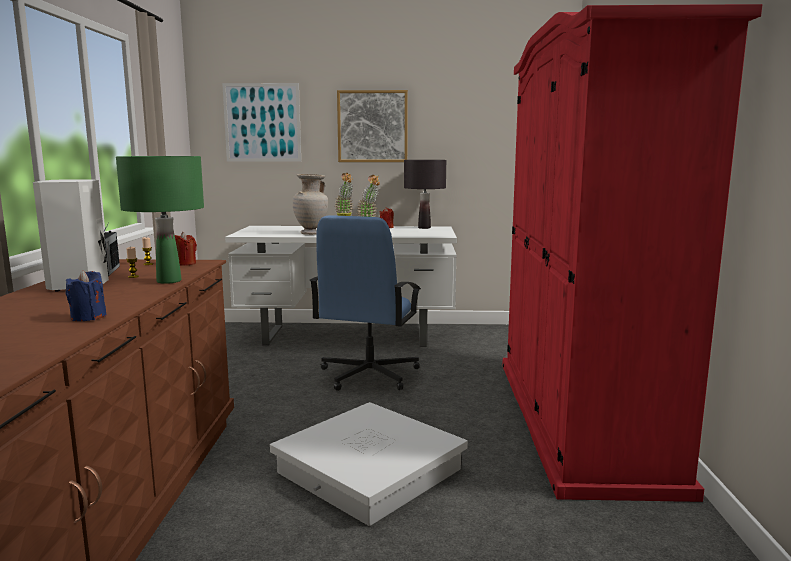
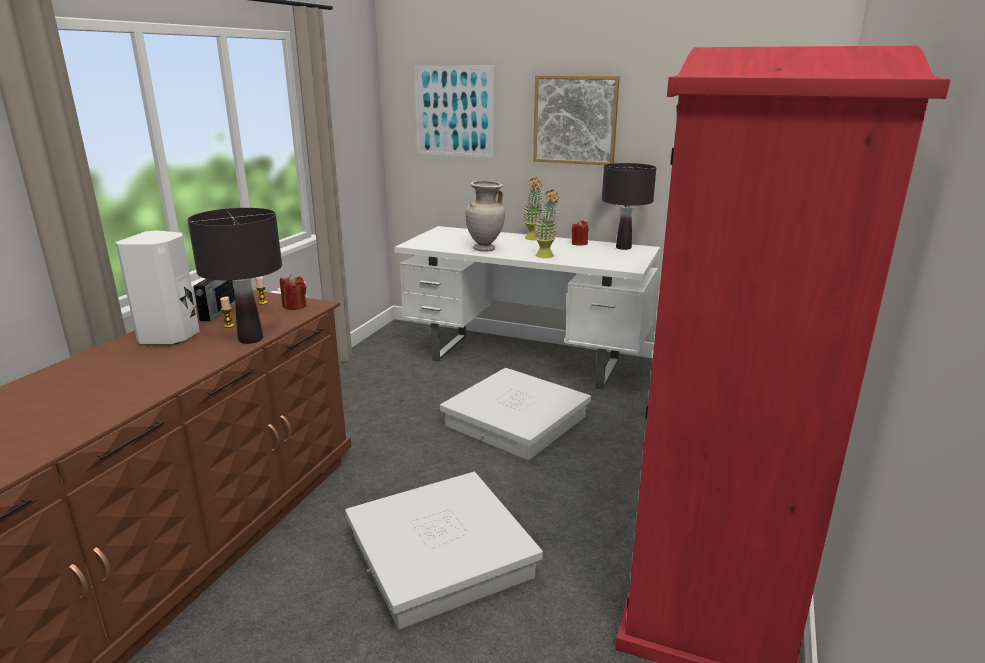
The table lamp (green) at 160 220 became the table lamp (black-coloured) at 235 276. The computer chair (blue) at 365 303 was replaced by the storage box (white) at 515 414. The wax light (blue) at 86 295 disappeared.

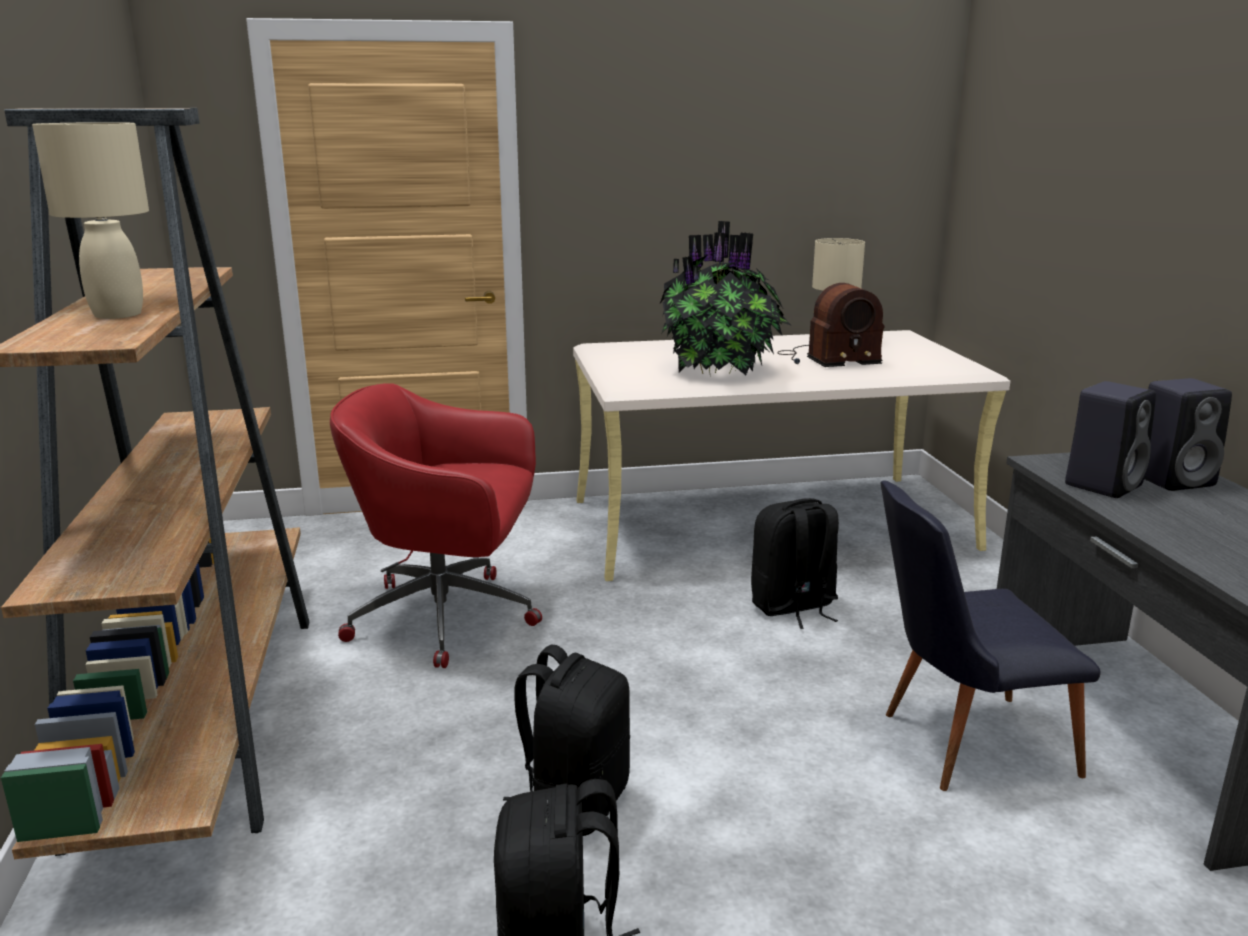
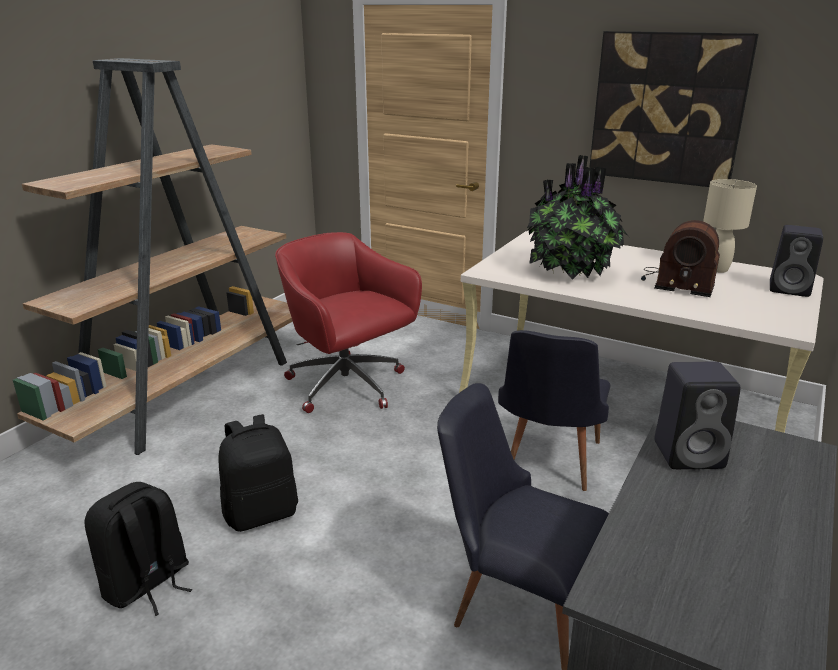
The backpack (black-coloured) at 795 563 was replaced by the upright chair (black-coloured) at 554 410. The wall art at 674 109 appeared. The audio speaker (black-coloured) moved from 1188 434 to 796 261. The table lamp (beige) at 90 220 disappeared.

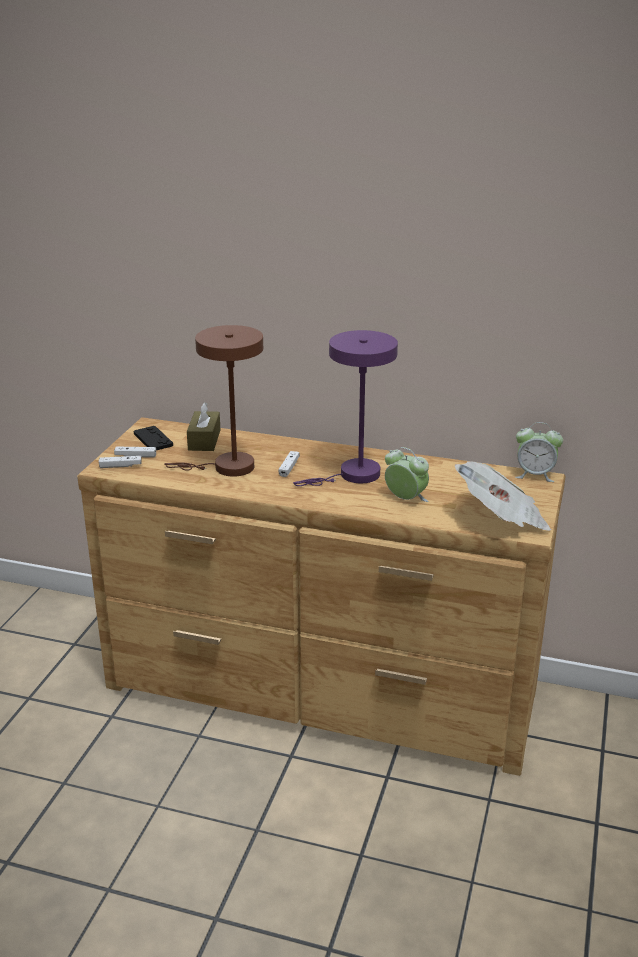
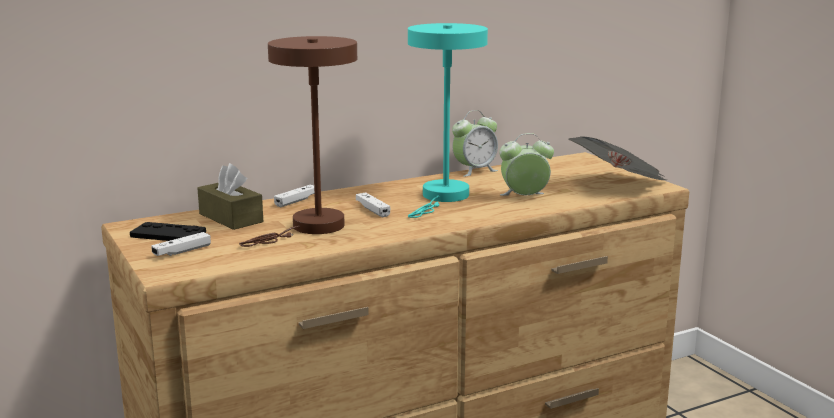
The gamepad (white) moved from 120 462 to 294 196. The table lamp (purple) at 345 408 became the table lamp (turquoise-coloured) at 448 120. The bedside clock moved from 539 452 to 475 143.

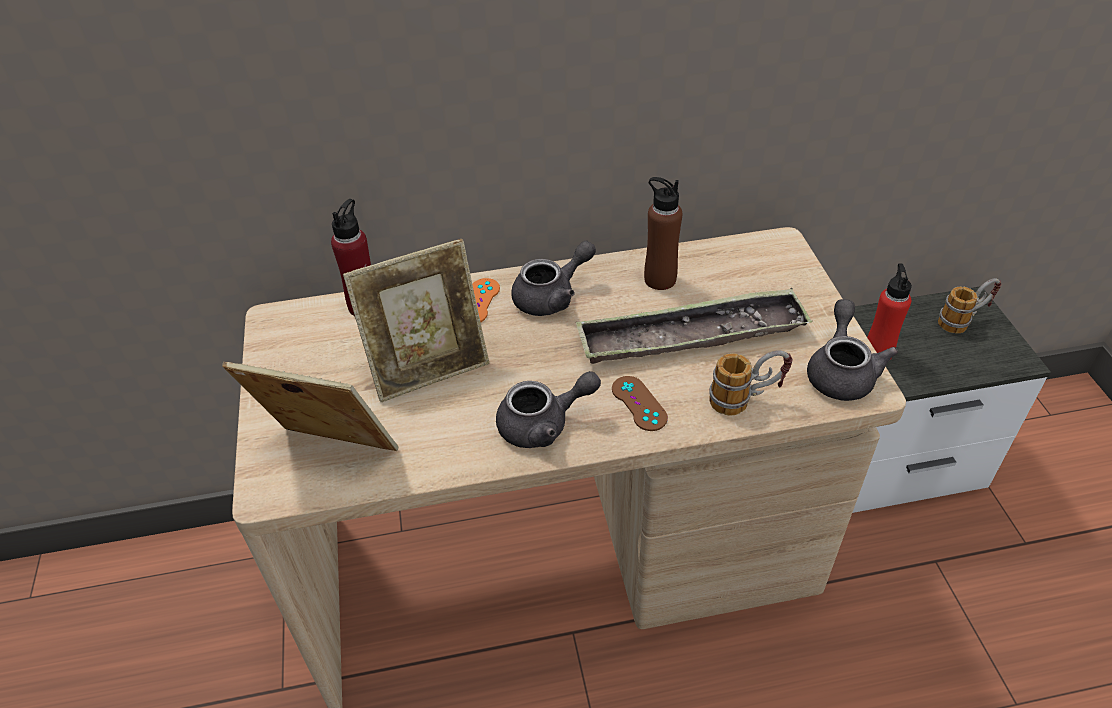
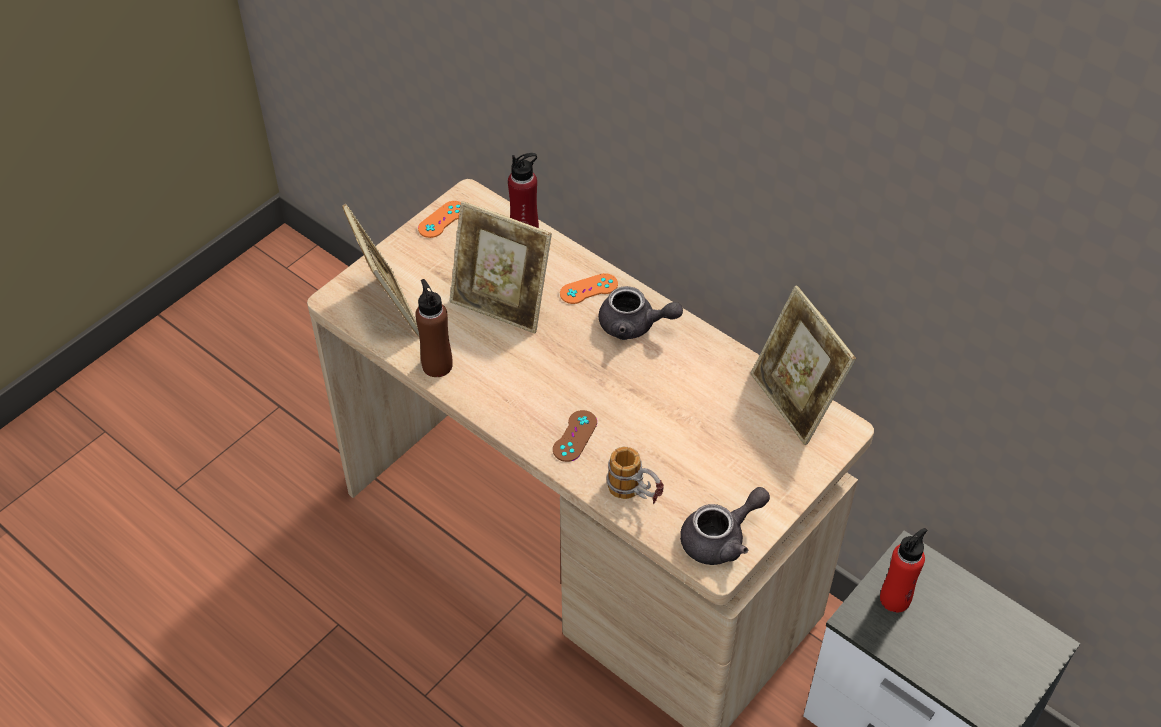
The beverage bottle (brown-coloured) moved from 663 233 to 434 328. The gamepad (orange-coloured) at 439 219 appeared. The photo frame at 803 365 appeared. The pot for tea (gray) at 548 409 disappeared. The serving tray at 694 326 disappeared. The mug at 969 306 disappeared.

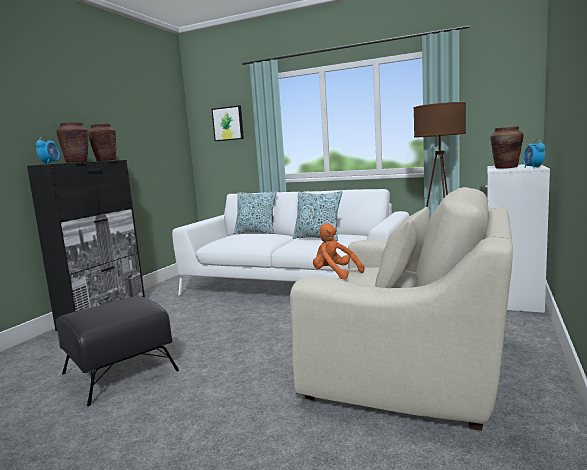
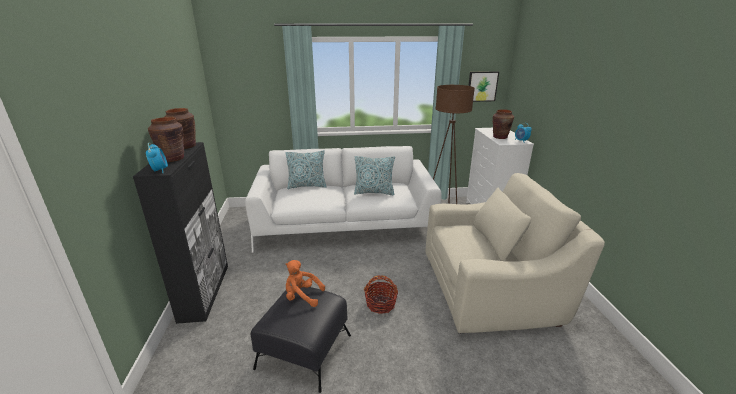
The soft toy (orange-coloured) moved from 338 251 to 305 283. The basket at 381 294 appeared. The wall art moved from 228 123 to 483 86.

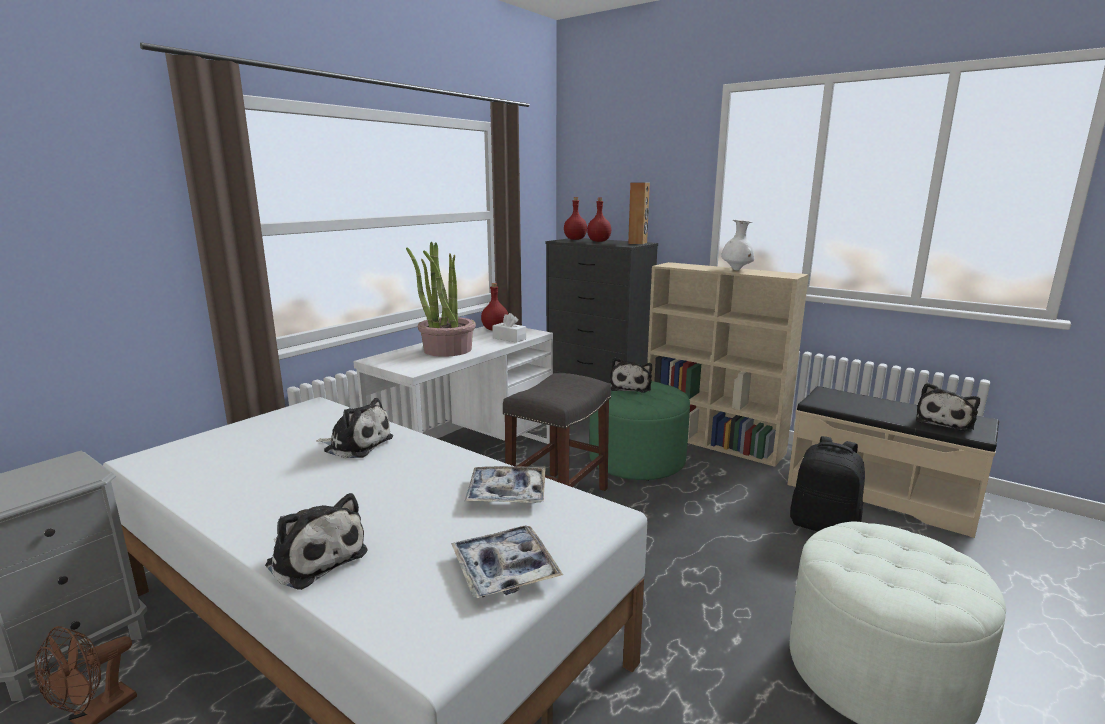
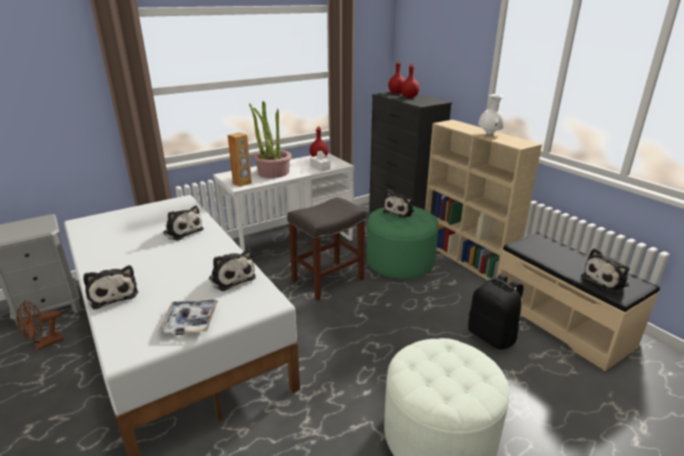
The serving tray at 505 484 was replaced by the soft toy at 232 270. The audio speaker (brown-coloured) moved from 639 213 to 240 160.

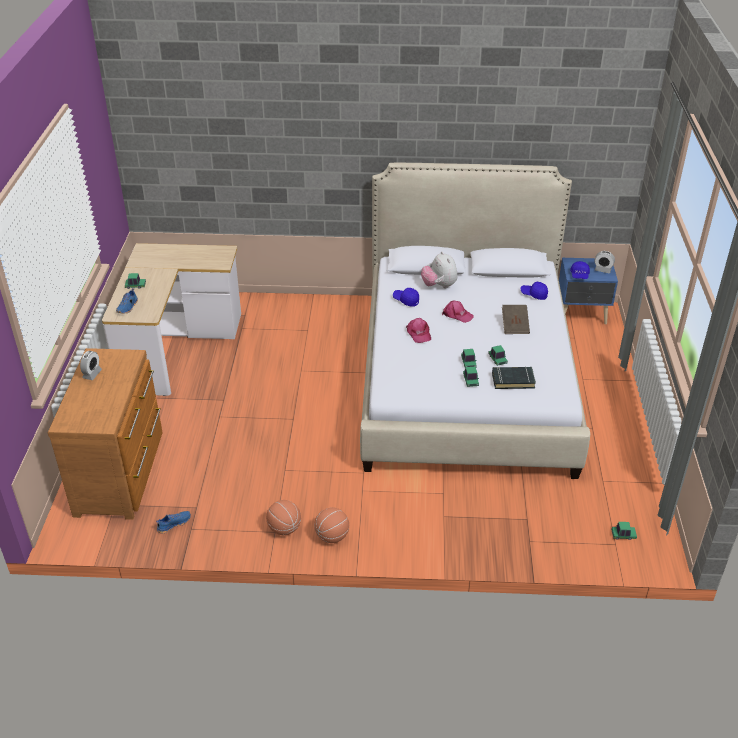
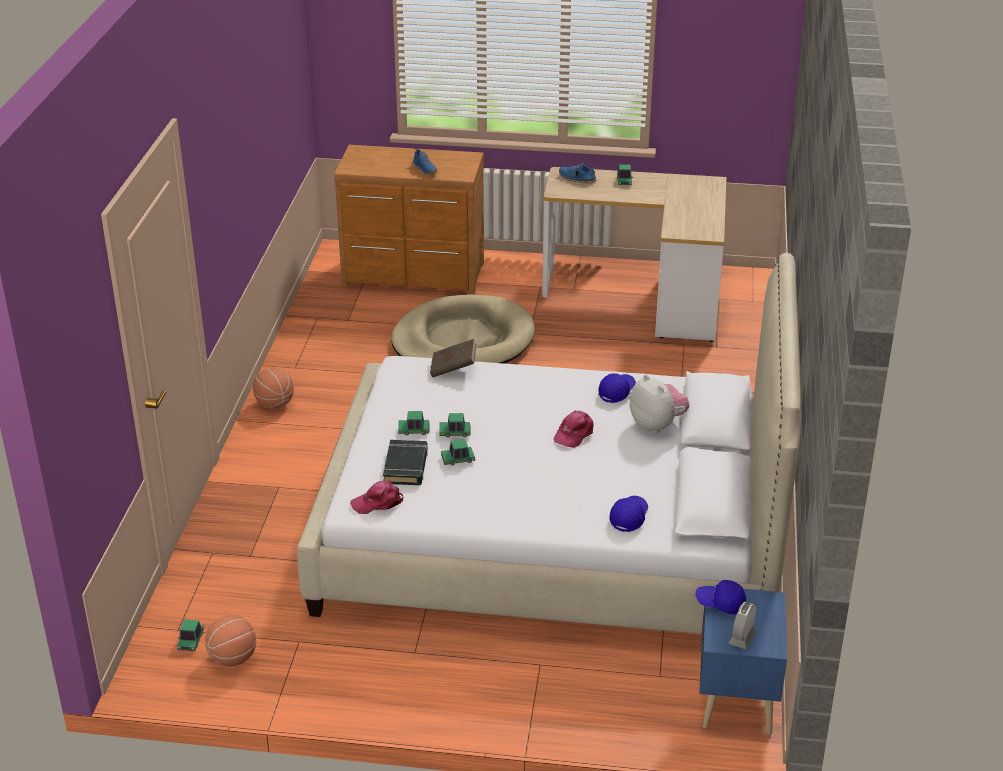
The basketball moved from 283 517 to 230 641. The peaked cap (pinkish) moved from 418 330 to 377 497. The dog bed (beige) at 463 329 appeared. The item of footwear (blue) moved from 173 522 to 424 161. The book (brown-coloured) moved from 516 319 to 453 358. The soft toy at 439 269 turned 75 degrees clockwise. The bedside clock at 91 365 disappeared.

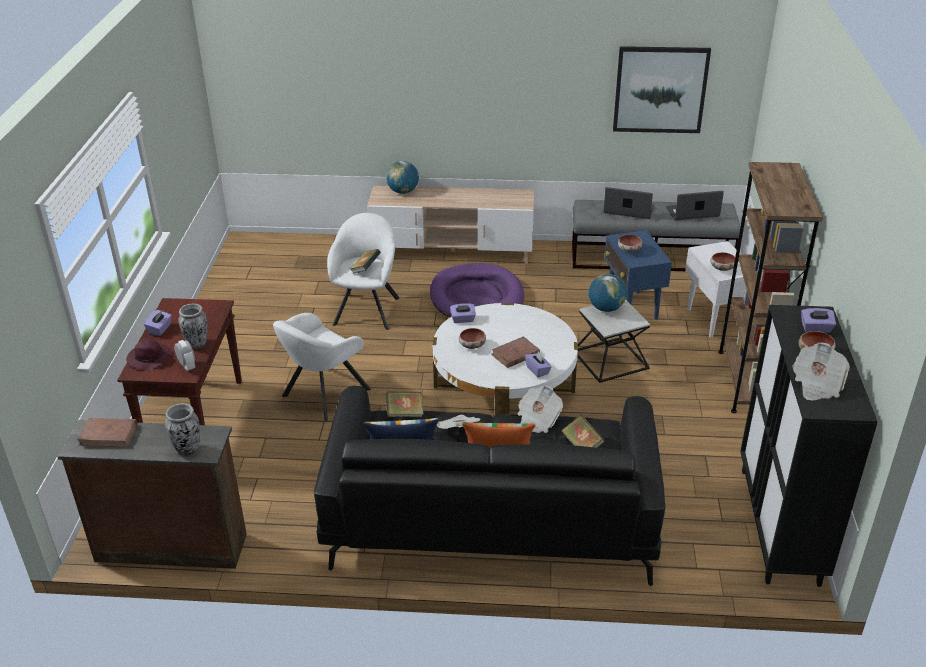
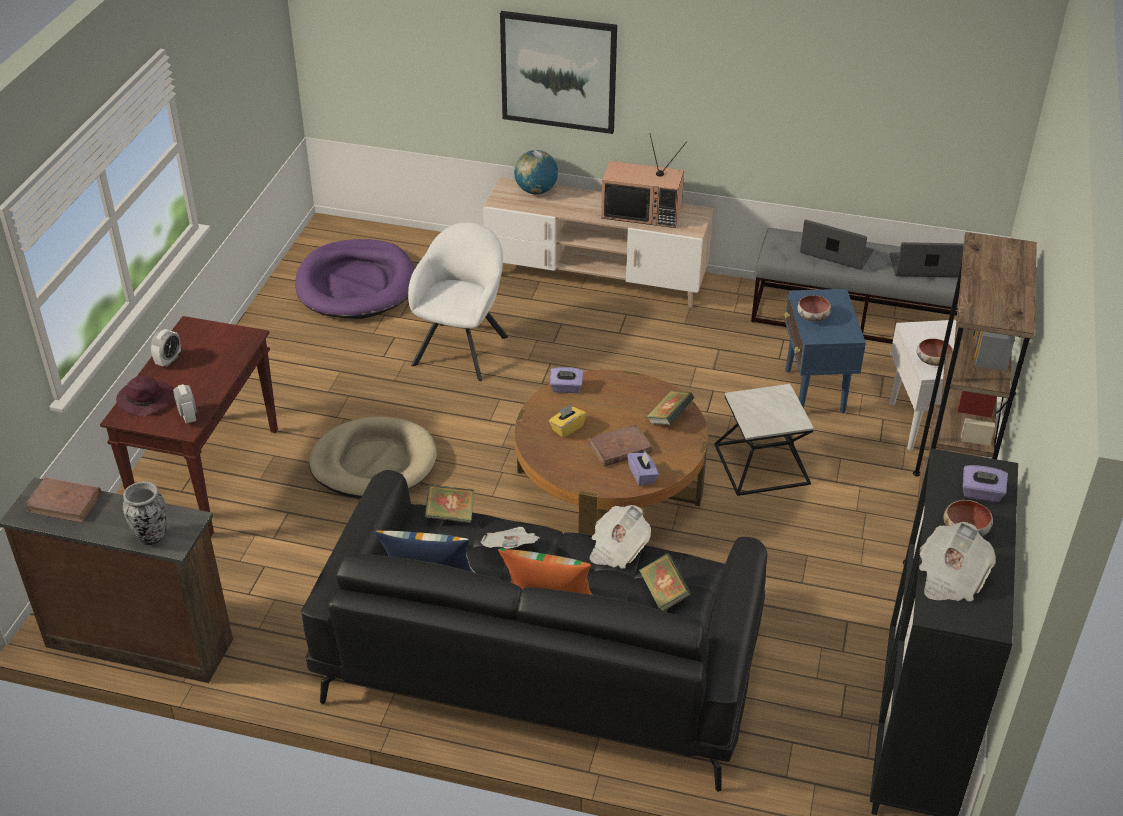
The tissue holder (purple) at 158 323 was replaced by the bedside clock at 166 348. The dog bed (purple) moved from 477 290 to 355 279. The easy chair (white) at 322 367 was replaced by the dog bed (beige) at 373 457. The wall art moved from 662 89 to 558 72. The lounge table (white) at 505 359 became the lounge table (brown-coloured) at 611 452. The deep dish at 472 338 was replaced by the tissue holder (yellow) at 567 421. The TV at 644 180 appeared. The book moved from 365 261 to 670 408. The decorative vase at 193 326 disappeared. The world globe at 608 293 disappeared.

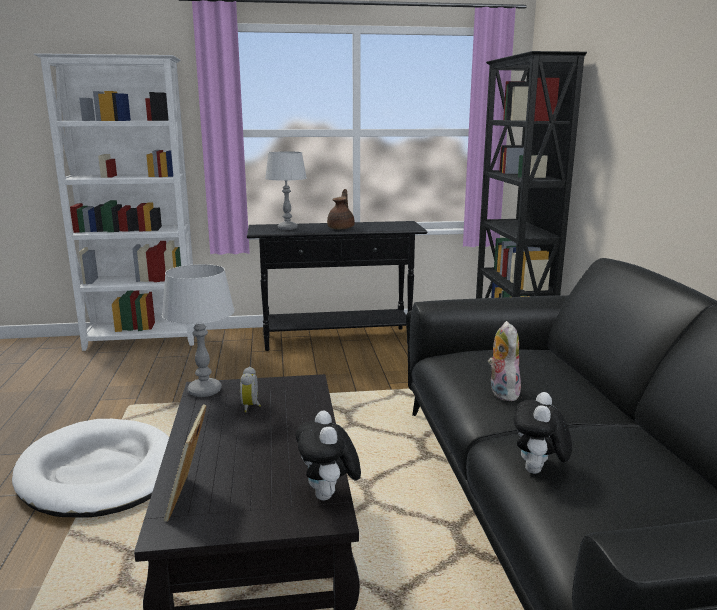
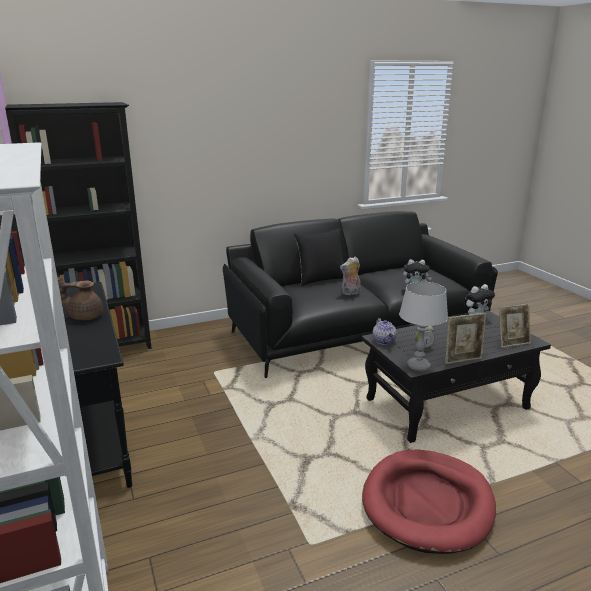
The cushion (black-coloured) at 319 257 appeared. The dog bed (white) at 90 468 became the dog bed (reddish) at 429 502. The pot for tea at 385 331 appeared. The photo frame at 465 338 appeared. The table lamp (gray) at 286 190 disappeared.

